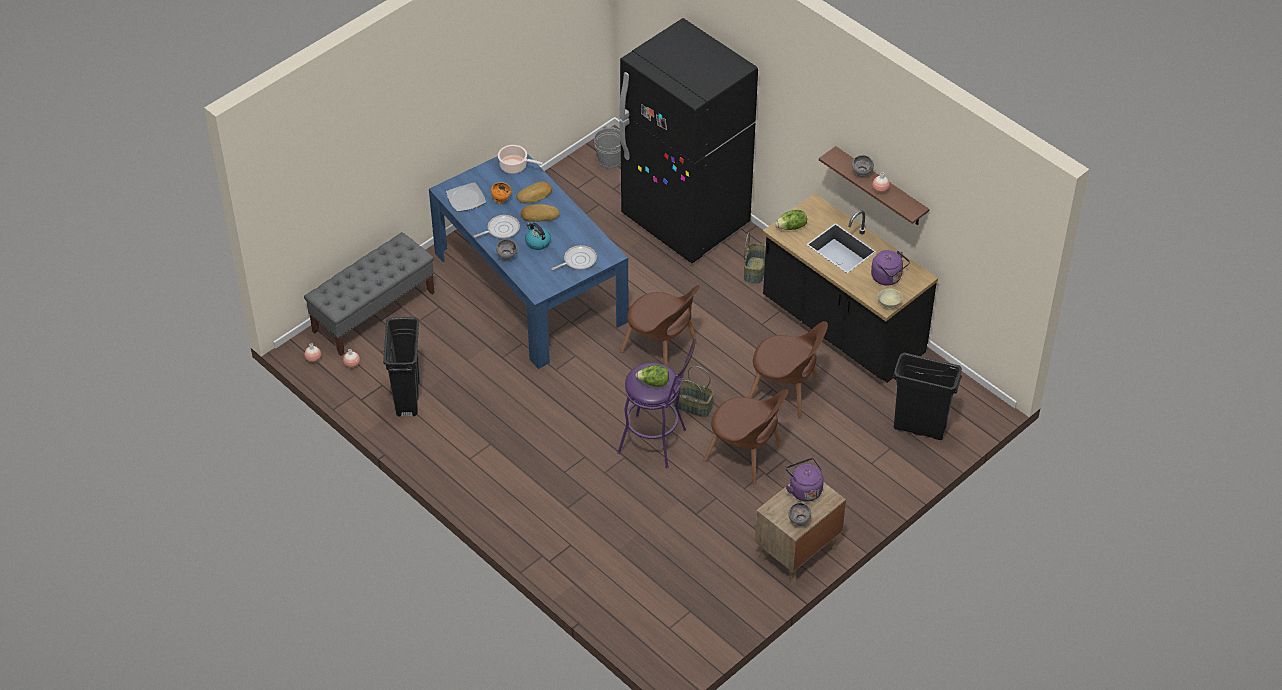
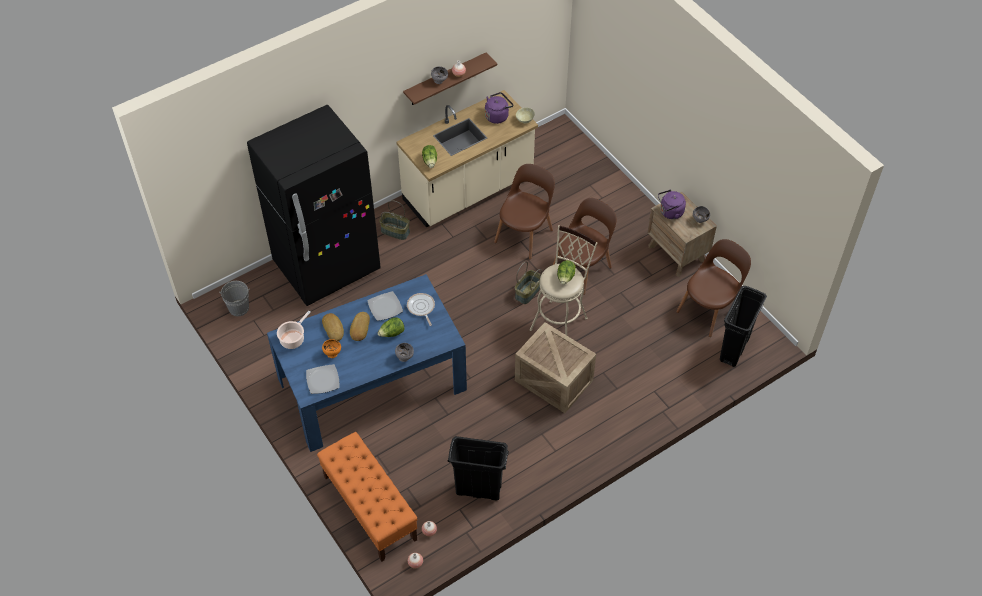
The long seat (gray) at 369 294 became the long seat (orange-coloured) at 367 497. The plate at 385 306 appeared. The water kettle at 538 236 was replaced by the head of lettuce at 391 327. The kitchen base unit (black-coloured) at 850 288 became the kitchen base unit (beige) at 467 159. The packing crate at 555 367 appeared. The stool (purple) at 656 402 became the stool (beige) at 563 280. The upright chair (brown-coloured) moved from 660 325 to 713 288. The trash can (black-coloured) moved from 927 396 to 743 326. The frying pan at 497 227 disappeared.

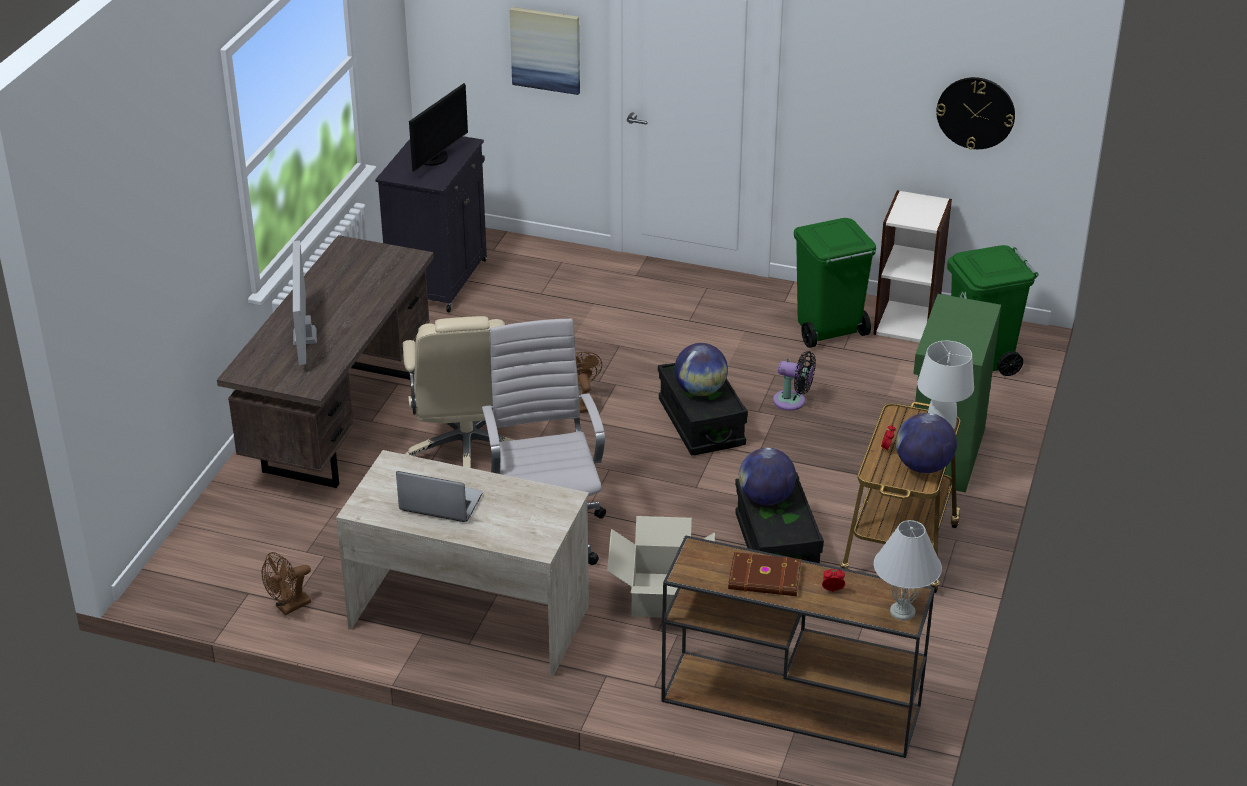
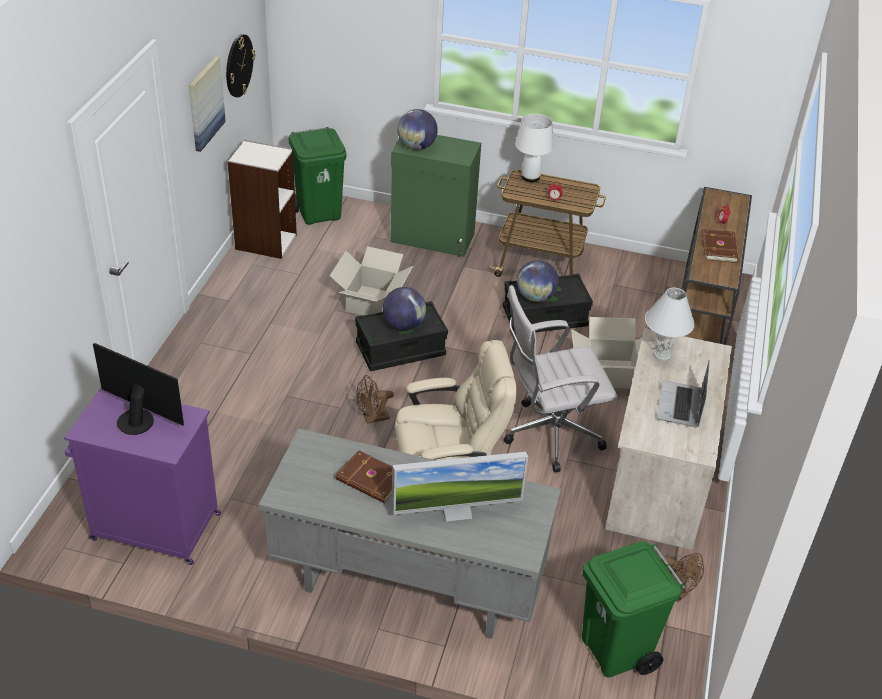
The cabinet (black-coloured) at 431 224 became the cabinet (purple) at 142 476. The wall art moved from 544 51 to 207 104. The desk (brown-coloured) at 325 361 became the desk (gray) at 410 533. The fan (black-coloured) at 794 381 was replaced by the carton at 371 281. The book (brown-coloured) at 363 476 appeared. The world globe moved from 926 443 to 417 129. The trash can (green) moved from 835 283 to 633 609. The table lamp (white) moved from 908 570 to 670 324.

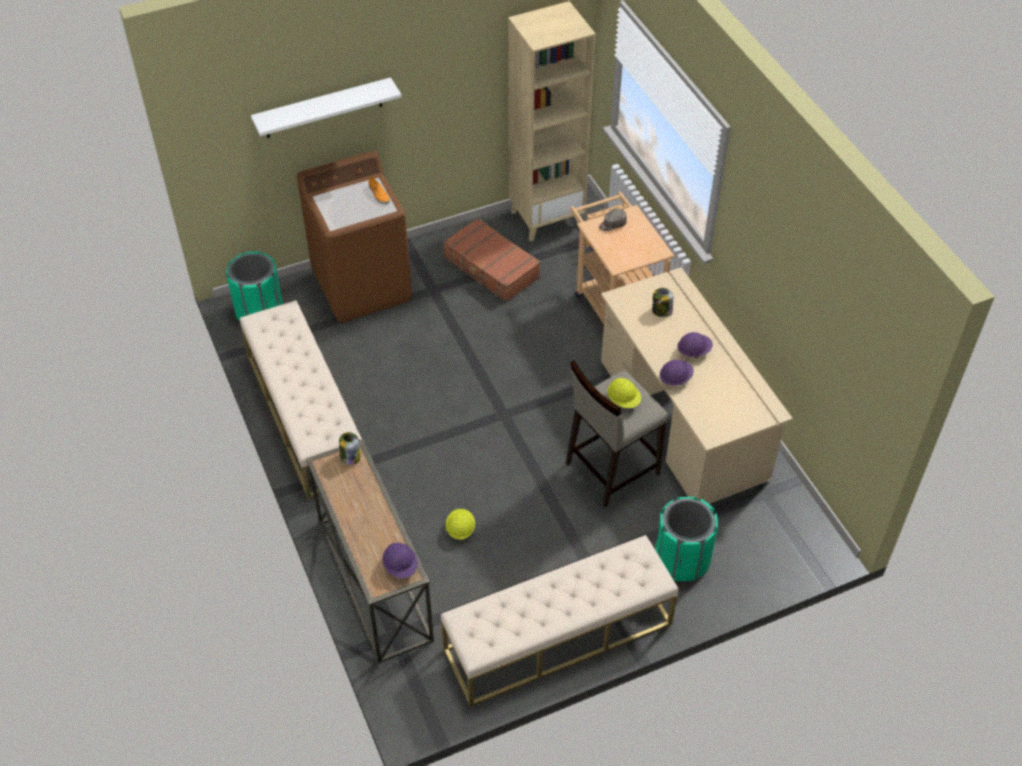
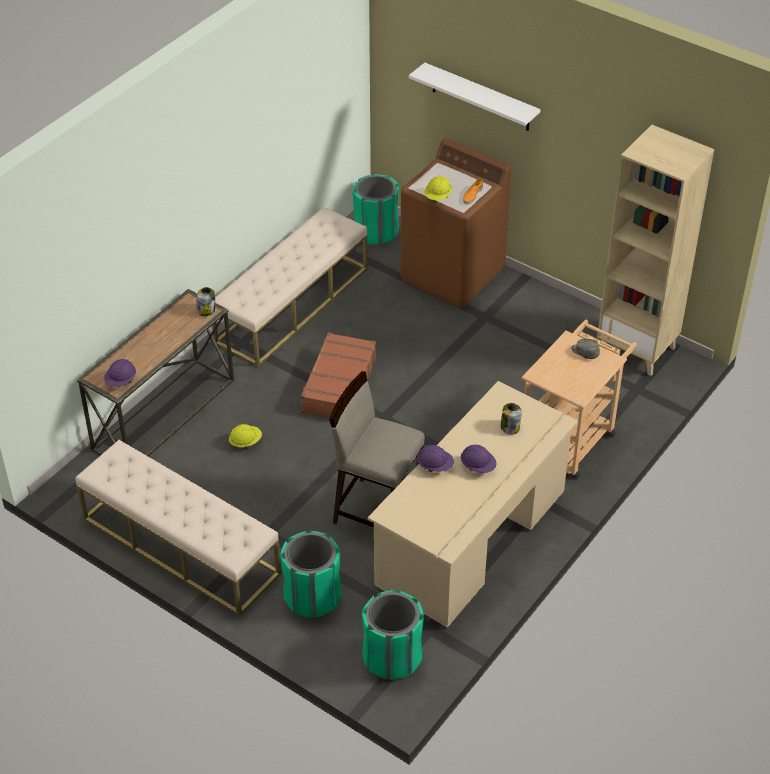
The piece of luggage (brown-coloured) moved from 492 260 to 338 375. The trash can (green) at 393 635 appeared. The safety helmet (yellow) moved from 624 393 to 438 188.

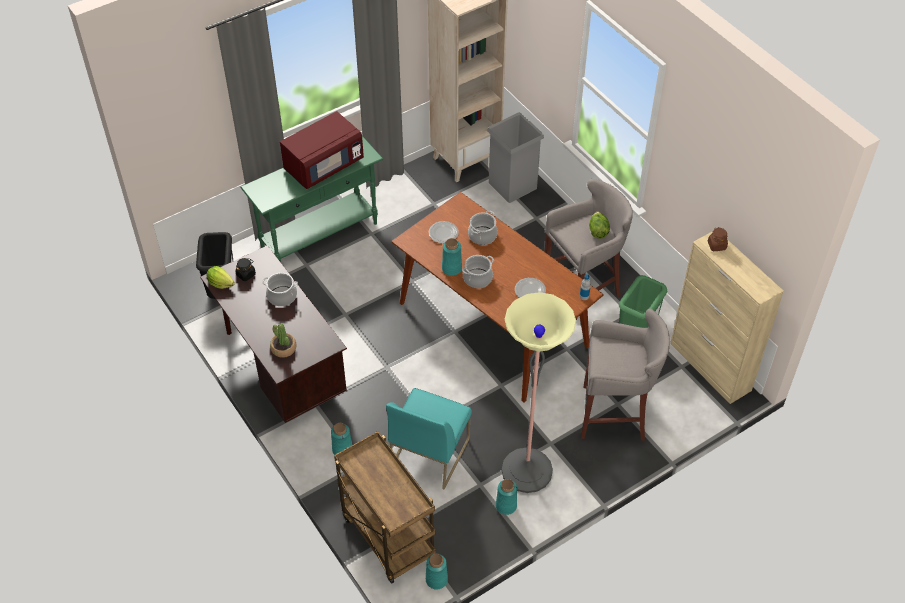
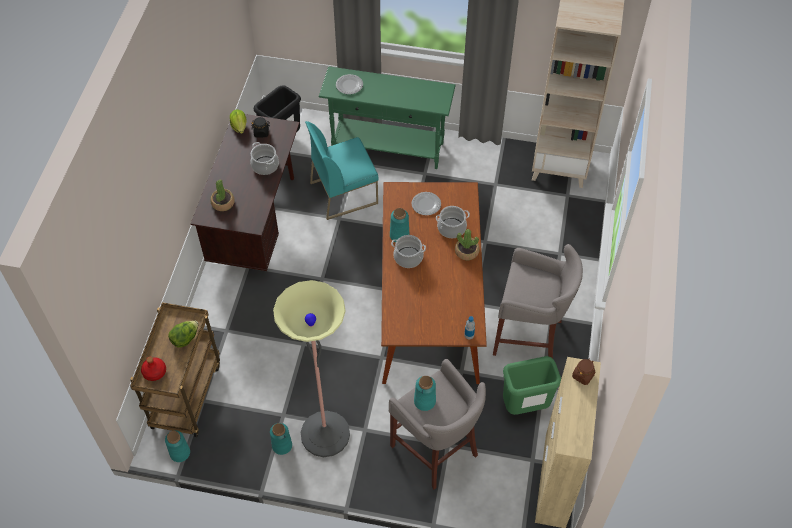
The beverage bottle (reddish) at 153 369 appeared. The head of lettuce moved from 599 225 to 183 334. The upright chair (turquoise-coloured) moved from 429 439 to 342 170. The plate moved from 530 288 to 349 84. The decorative vase (turquoise-coloured) moved from 341 439 to 425 393. The houseplant at 467 244 appeared. The microwave (reddish) at 322 150 disappeared. The trash can (gray) at 515 157 disappeared.

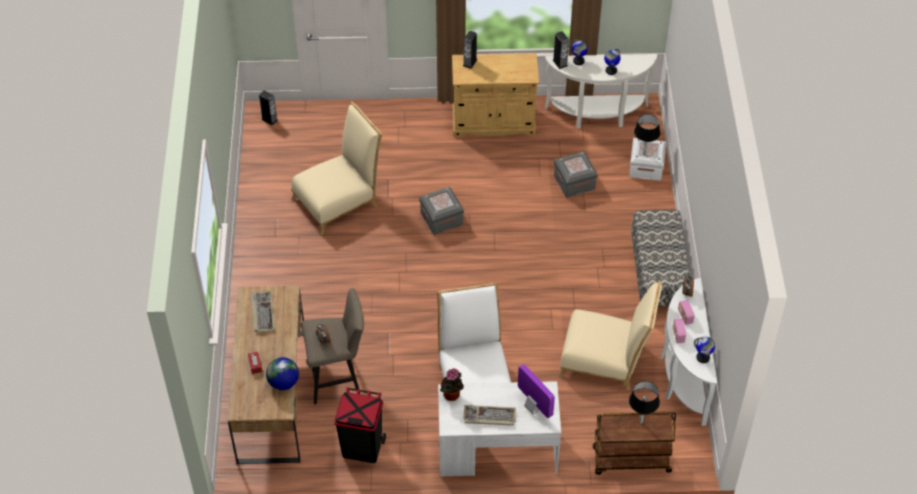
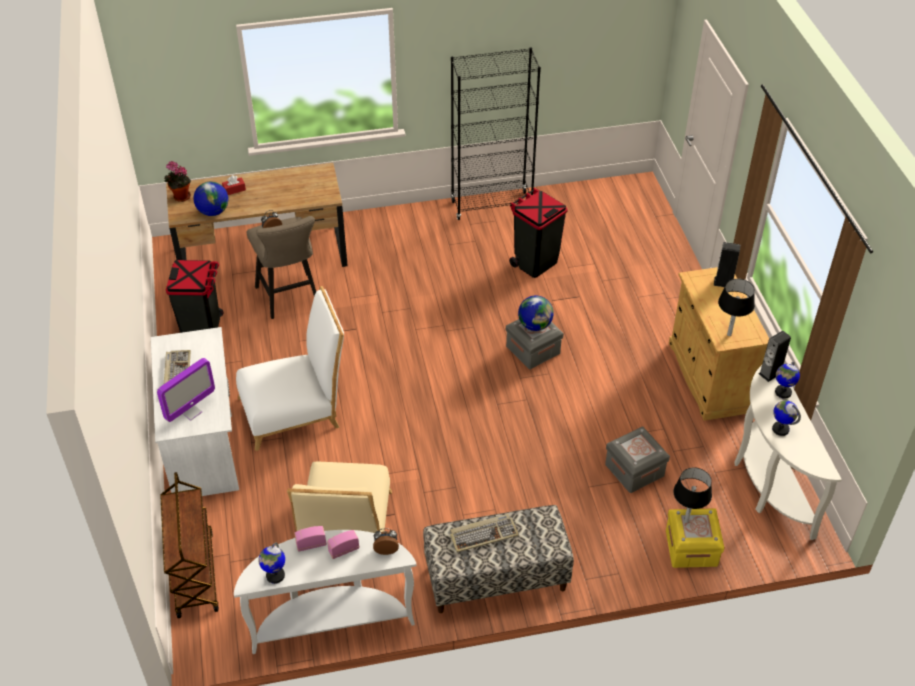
The houseplant moved from 452 384 to 177 181. The computer keyboard moved from 263 311 to 484 533. The bookcase (black-coloured) at 496 134 appeared. The upright chair (beige) at 336 168 was replaced by the trash can (black-coloured) at 538 233. The world globe at 536 313 appeared. The storage box (white) at 647 159 became the storage box (yellow) at 695 538. The table lamp (black-coloured) moved from 644 402 to 736 307. The audio speaker at 268 107 disappeared.

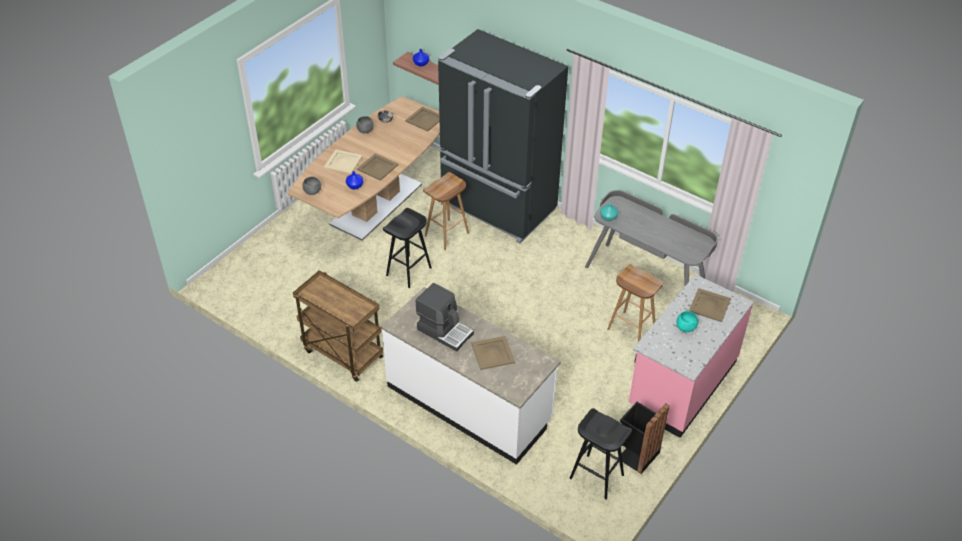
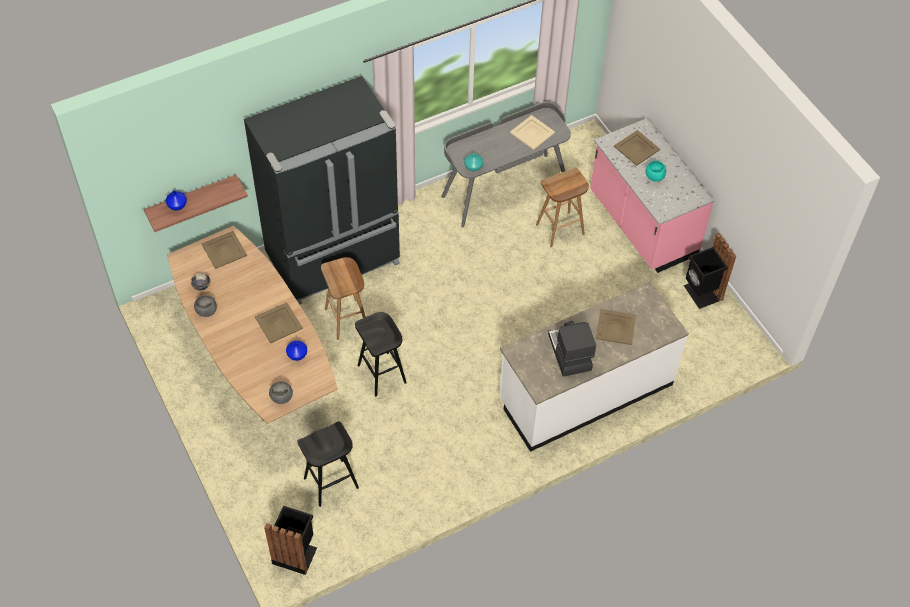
The trash can (black-coloured) at 290 540 appeared. The stool (black-coloured) moved from 601 453 to 328 464. The serving tray (beige) moved from 343 161 to 532 132. The coffee machine at 445 317 turned 75 degrees counterclockwise. The cart (brown-coloured) at 338 326 disappeared.

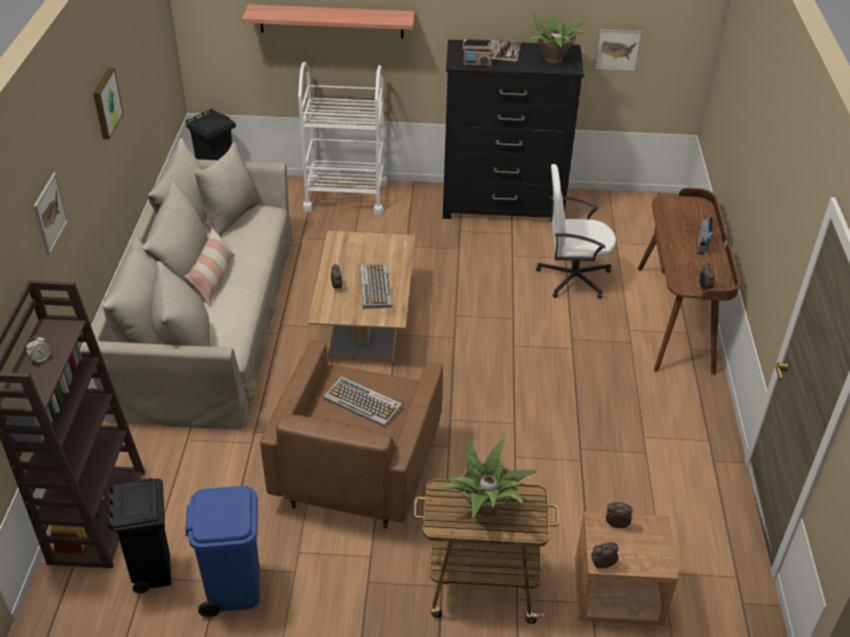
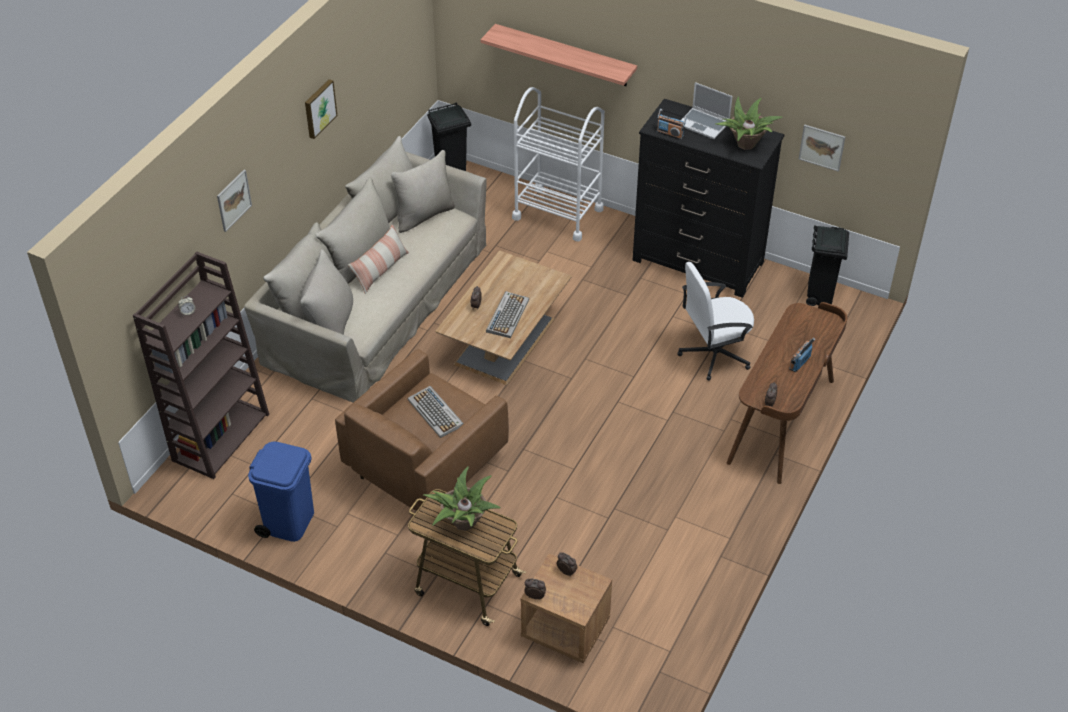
The computer chair (white) at 576 231 turned 45 degrees counterclockwise. The book at 504 51 was replaced by the portable computer at 706 110. The trash can (black-coloured) moved from 139 535 to 827 265.

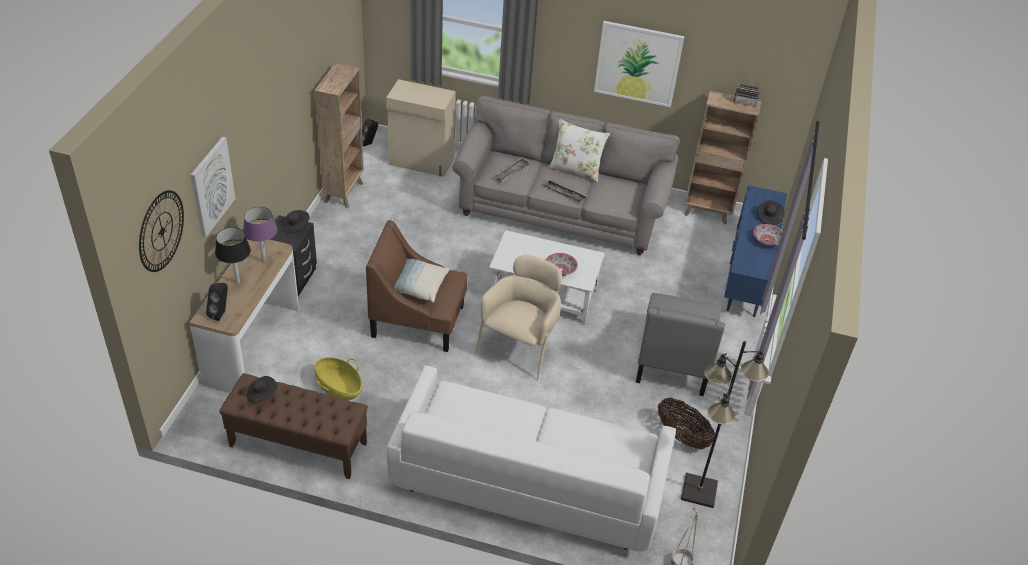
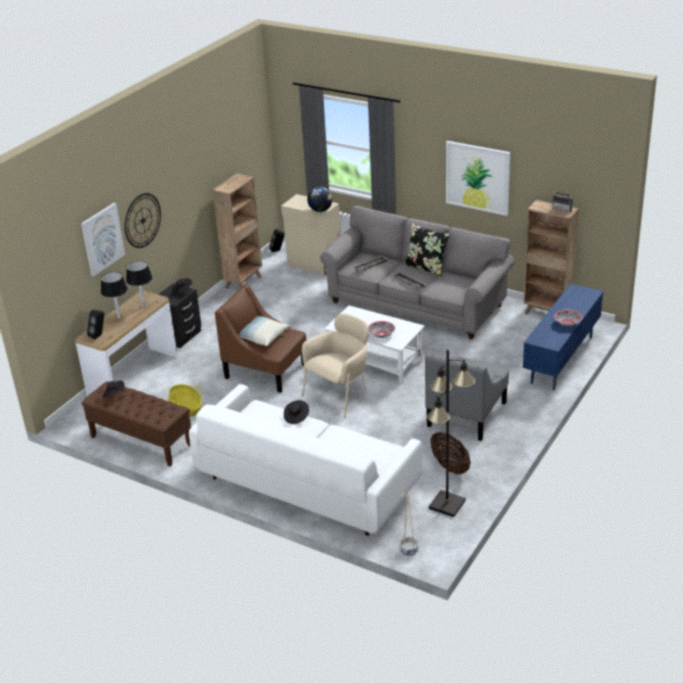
The wall clock moved from 161 231 to 143 220. The table lamp (purple) at 260 235 became the table lamp (black-coloured) at 139 284. The hat (black-coloured) moved from 771 212 to 296 412. The world globe at 319 199 appeared. The cushion (white) at 579 151 became the cushion (black-coloured) at 427 250.

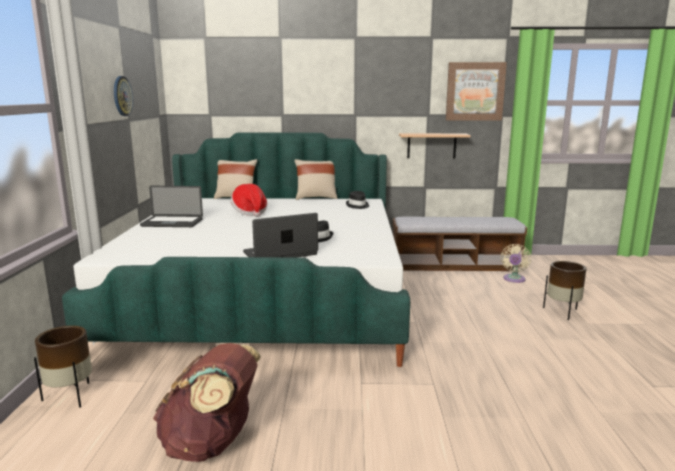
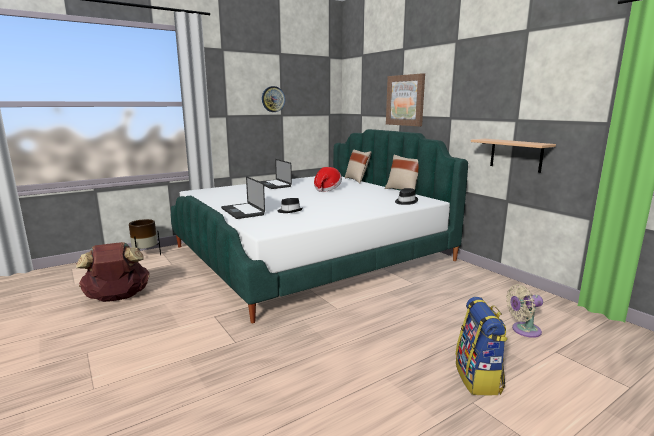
The portable computer at 280 235 turned 150 degrees counterclockwise. The wall art moved from 476 91 to 405 99. The flower pot (brown-coloured) at 564 290 was replaced by the backpack at 482 346. The long seat at 460 244 disappeared.

